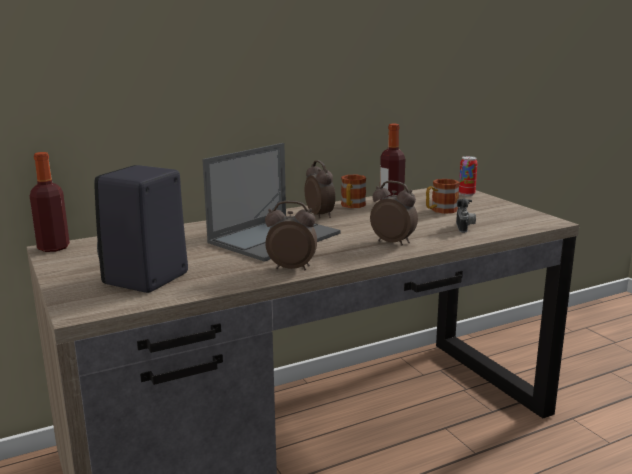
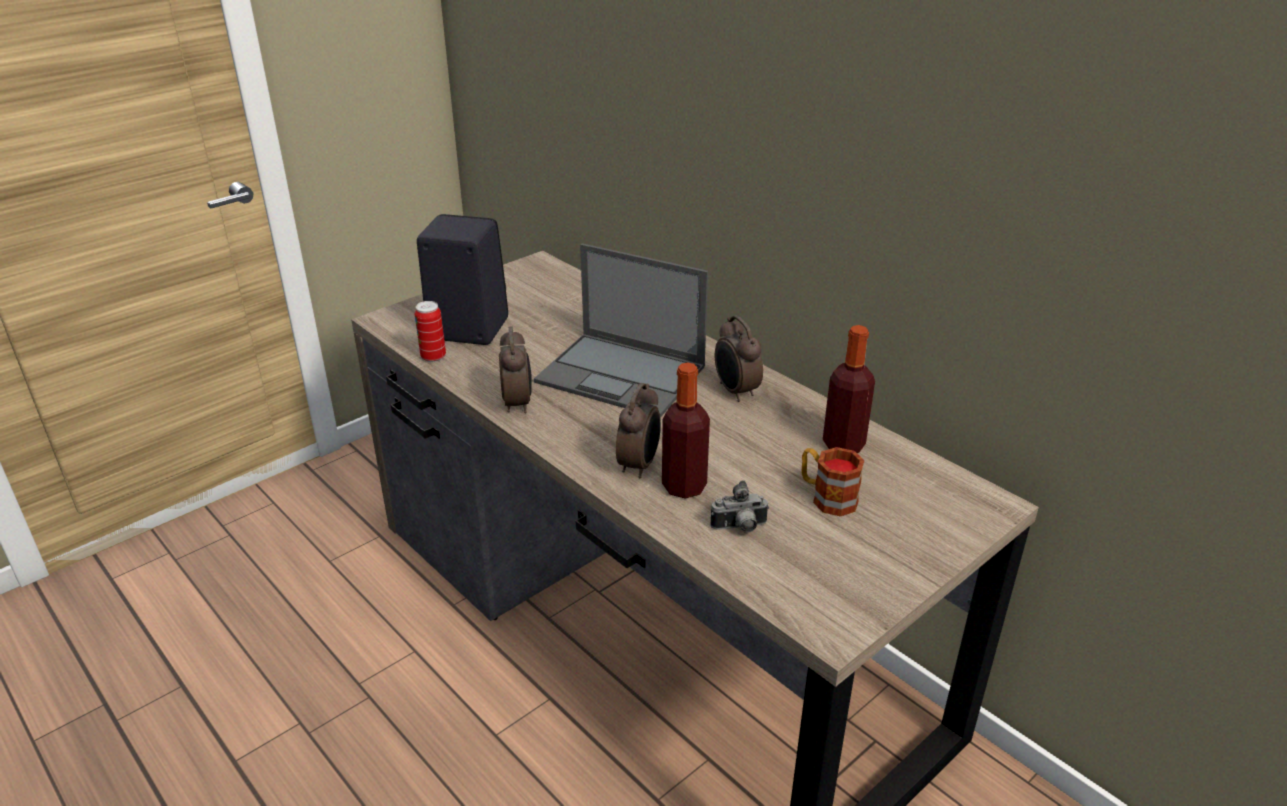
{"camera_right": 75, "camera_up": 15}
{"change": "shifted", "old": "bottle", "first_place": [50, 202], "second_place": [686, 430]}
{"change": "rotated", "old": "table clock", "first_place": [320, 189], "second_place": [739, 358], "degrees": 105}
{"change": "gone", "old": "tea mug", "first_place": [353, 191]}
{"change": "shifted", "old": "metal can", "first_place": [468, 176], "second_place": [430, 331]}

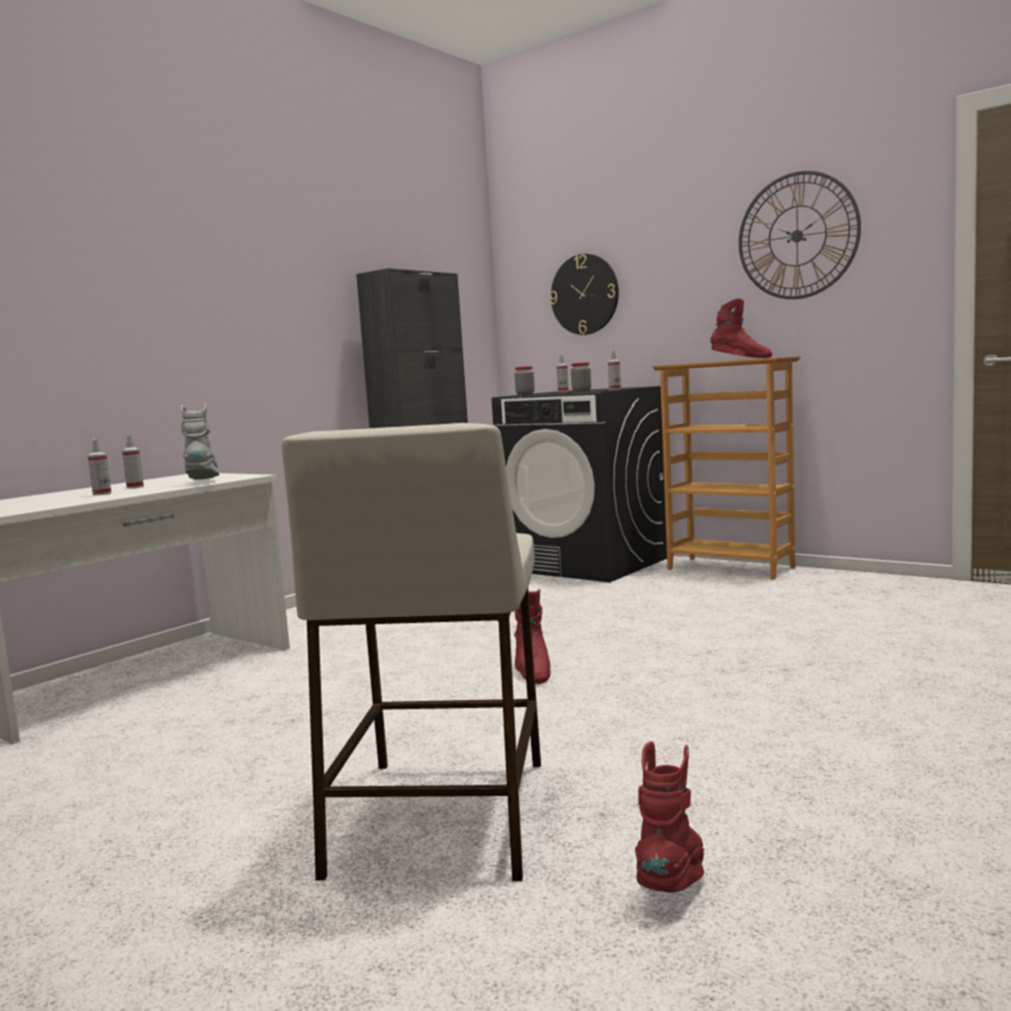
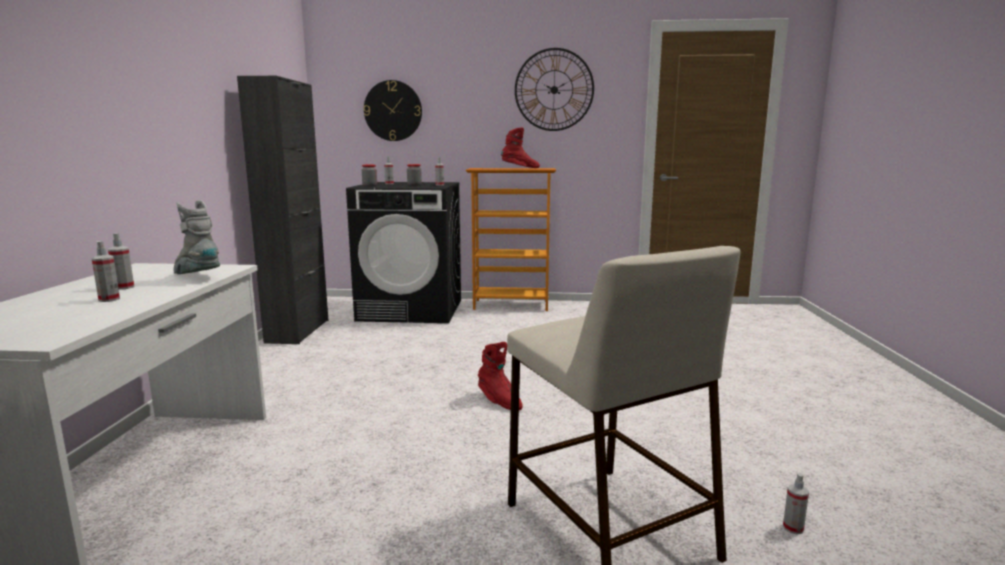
{"camera_right": -35, "camera_up": 5}
{"change": "swapped", "old": "red high-top boot", "new": "spray bottle", "first_place": [669, 817], "second_place": [796, 503]}

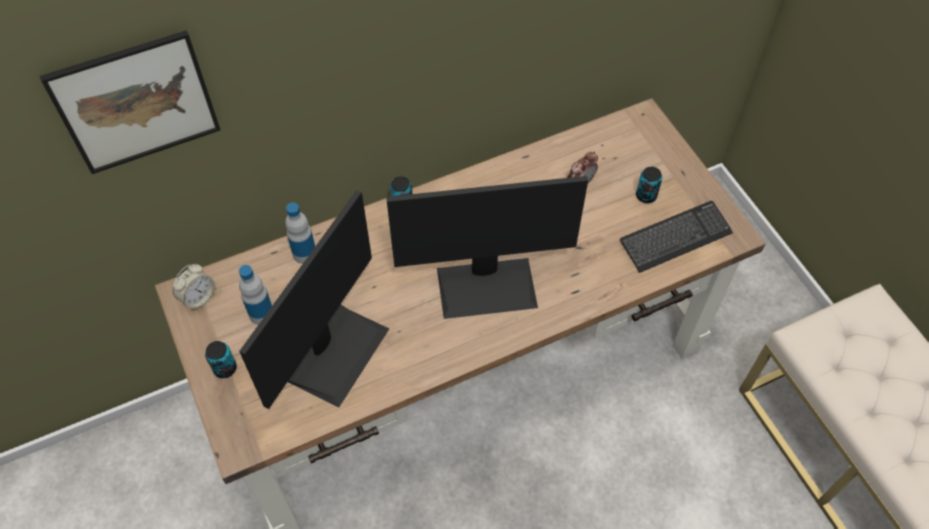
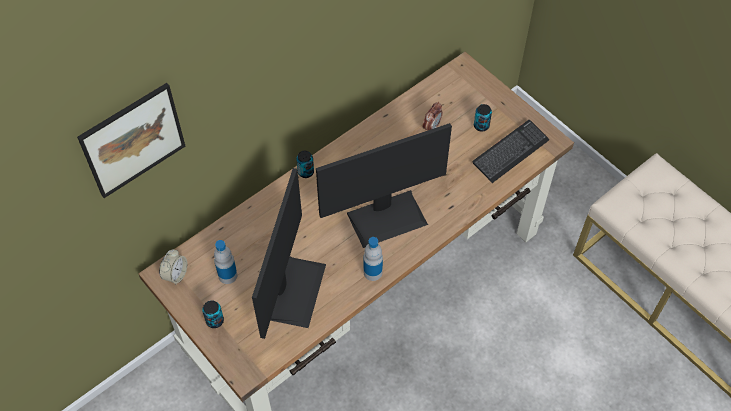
{"camera_right": -15, "camera_up": 0}
{"change": "shifted", "old": "bottle", "first_place": [300, 233], "second_place": [373, 259]}

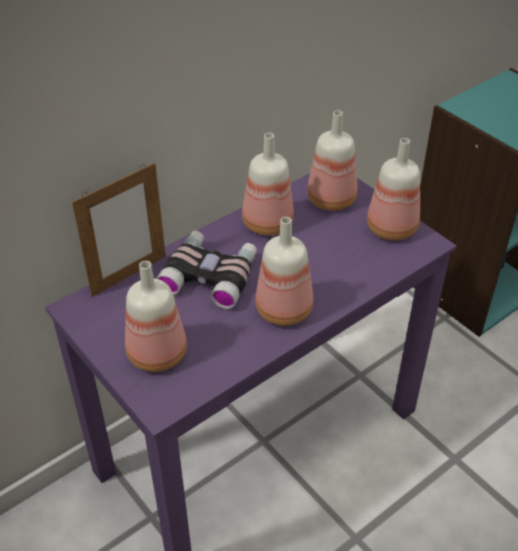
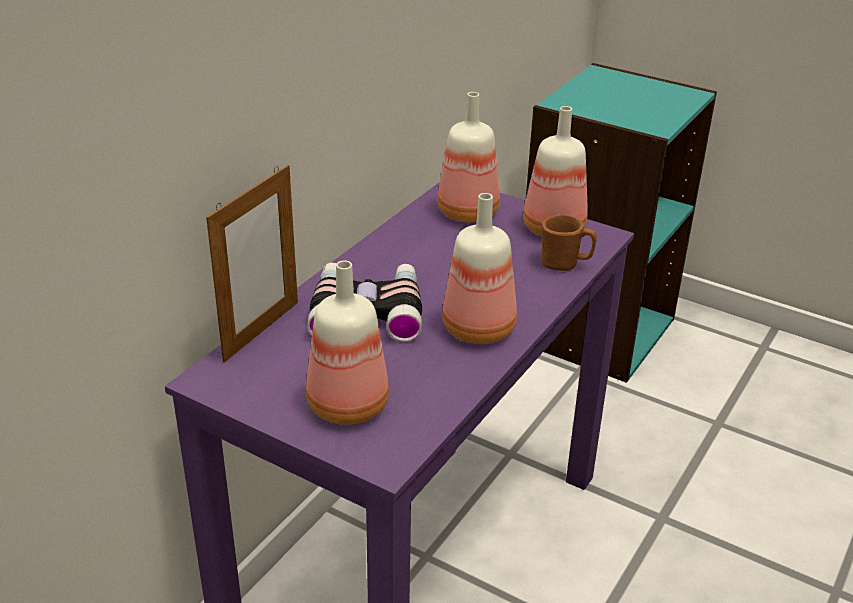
{"camera_right": -20, "camera_up": -10}
{"change": "gone", "old": "bottle", "first_place": [268, 184]}
{"change": "new", "new": "brown-coloured tea mug", "second_place": [569, 242]}

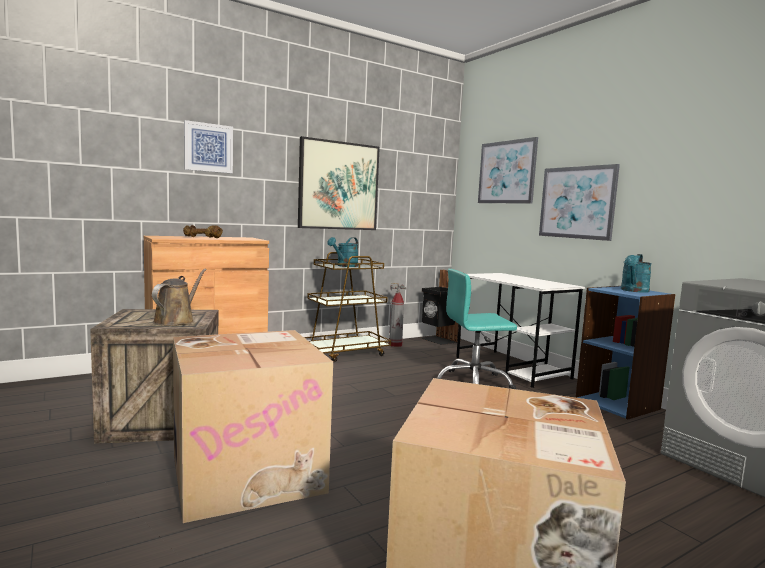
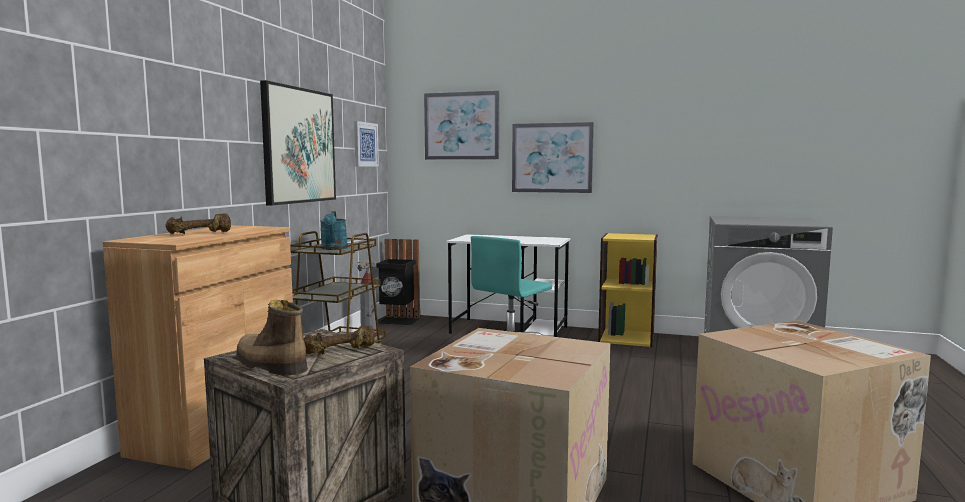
{"camera_right": -40, "camera_up": 0}
{"change": "swapped", "old": "brown-coloured watering pot", "new": "brown-coloured free weight", "first_place": [179, 297], "second_place": [339, 339]}
{"change": "shifted", "old": "wall art", "first_place": [208, 147], "second_place": [366, 144]}
{"change": "repainted", "old": "blue-coloured shelving unit", "new": "yellow shelving unit", "first_place": [625, 352], "second_place": [628, 290]}
{"change": "gone", "old": "turquoise-coloured watering pot", "first_place": [636, 273]}
{"change": "new", "new": "high-top boot", "second_place": [272, 338]}

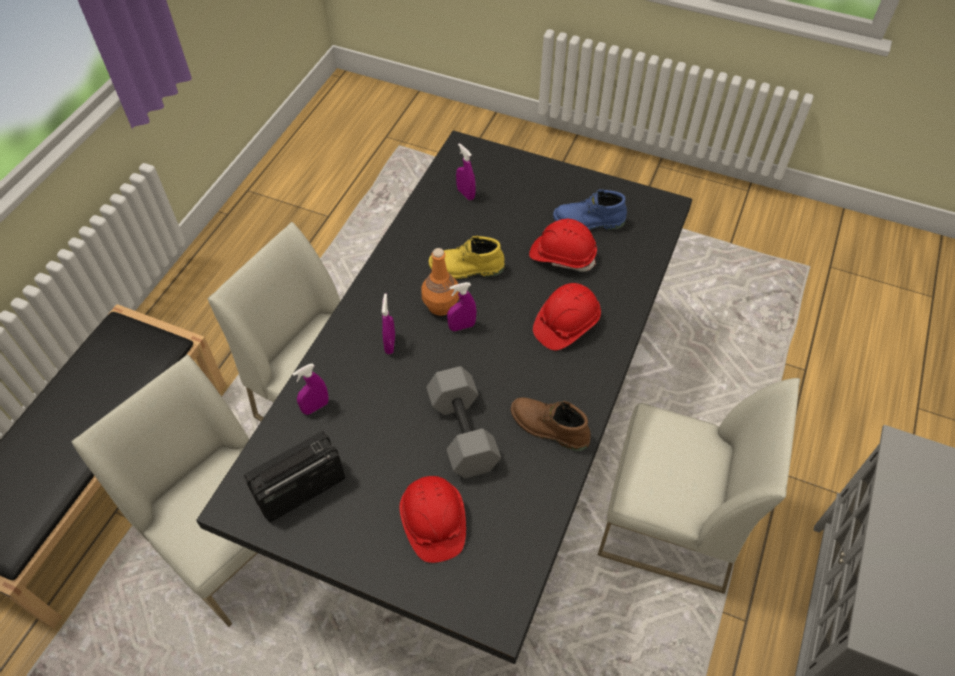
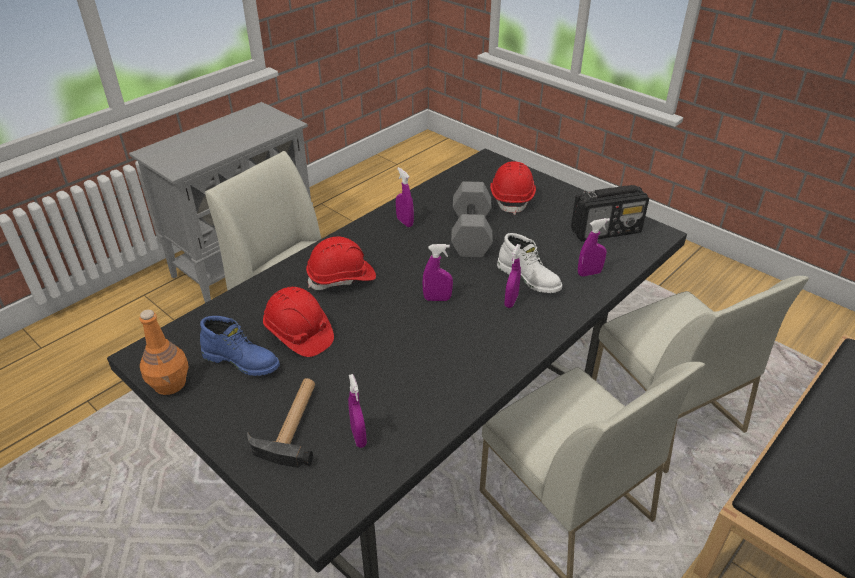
{"camera_right": -160, "camera_up": -15}
{"change": "shifted", "old": "orangey bottle", "first_place": [440, 282], "second_place": [164, 352]}
{"change": "gone", "old": "yellow high-top boot", "first_place": [466, 257]}
{"change": "swapped", "old": "brown-coloured high-top boot", "new": "purple spray bottle", "first_place": [550, 424], "second_place": [405, 197]}
{"change": "new", "new": "tool hammer", "second_place": [281, 423]}
{"change": "new", "new": "white high-top boot", "second_place": [529, 263]}

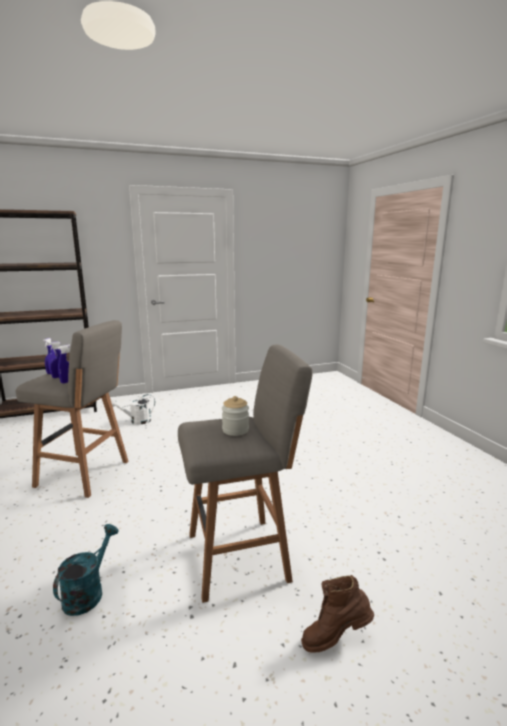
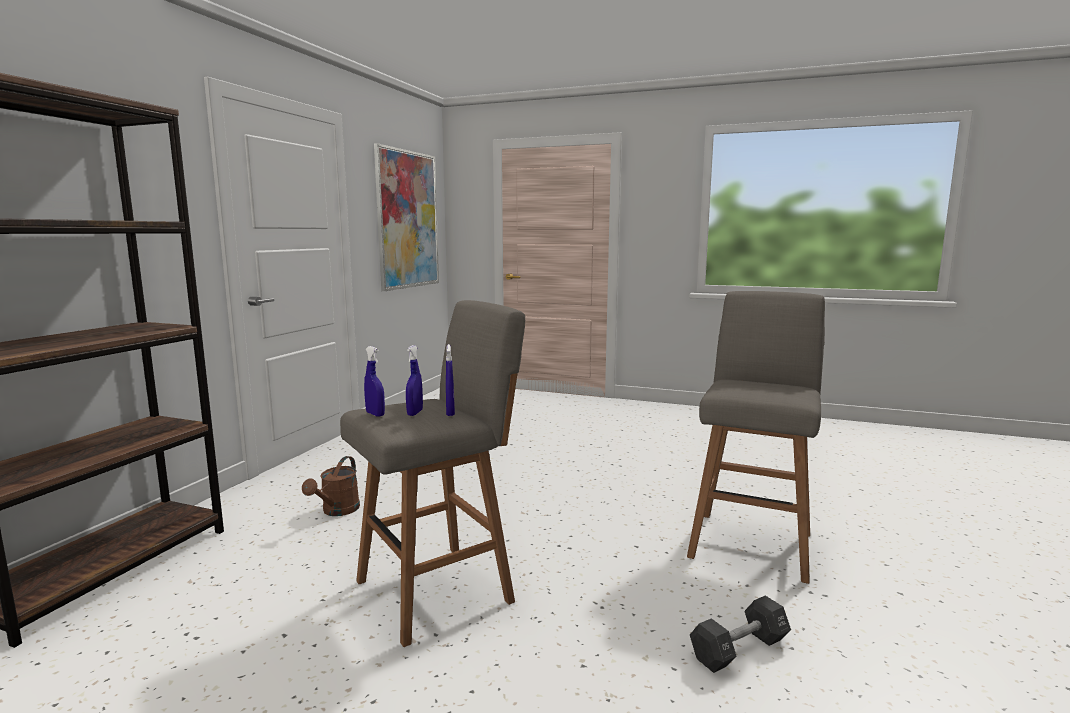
{"camera_right": -50, "camera_up": -5}
{"change": "swapped", "old": "turquoise-coloured watering pot", "new": "blackish free weight", "first_place": [86, 570], "second_place": [740, 634]}
{"change": "repainted", "old": "white watering pot", "new": "brown-coloured watering pot", "first_place": [133, 409], "second_place": [331, 486]}
{"change": "gone", "old": "storage jar", "first_place": [235, 416]}
{"change": "gone", "old": "brown-coloured high-top boot", "first_place": [337, 614]}
{"change": "new", "new": "wall art", "second_place": [406, 217]}

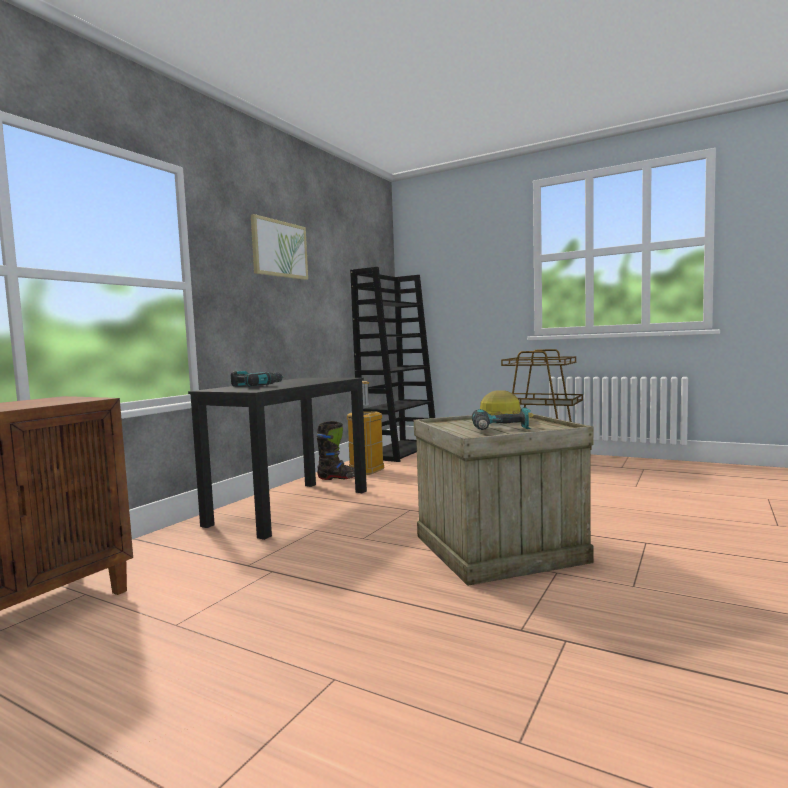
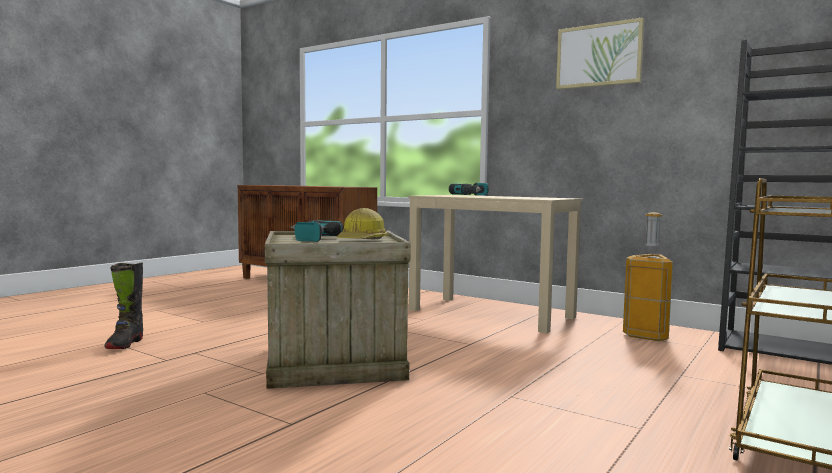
{"camera_right": 95, "camera_up": 0}
{"change": "repainted", "old": "blackish desk", "new": "sand-coloured desk", "first_place": [277, 459], "second_place": [495, 264]}
{"change": "shifted", "old": "blackish high-top boot", "first_place": [336, 450], "second_place": [124, 306]}

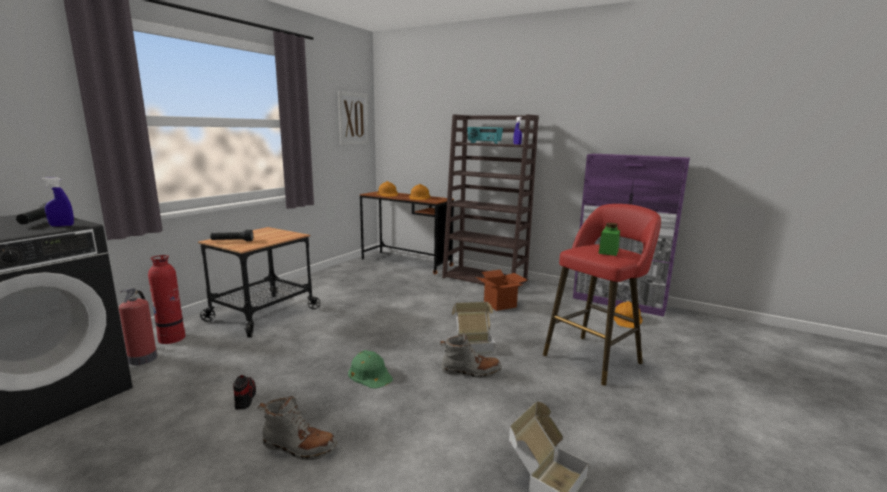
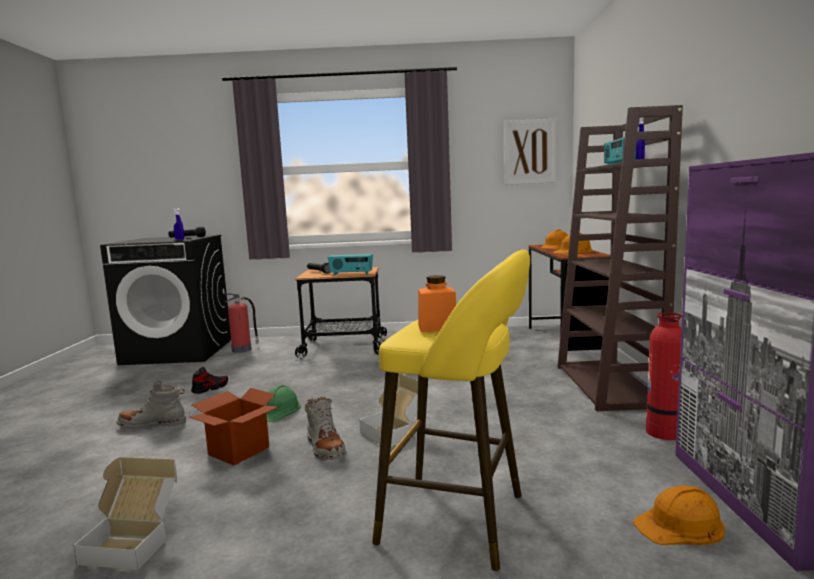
{"camera_right": 60, "camera_up": -5}
{"change": "shifted", "old": "fire extinguisher", "first_place": [167, 299], "second_place": [664, 376]}
{"change": "rotated", "old": "gray high-top boot", "first_place": [298, 428], "second_place": [151, 405], "degrees": 105}
{"change": "shifted", "old": "packing box", "first_place": [501, 290], "second_place": [234, 427]}
{"change": "repainted", "old": "red sitting stool", "new": "yellow sitting stool", "first_place": [602, 295], "second_place": [451, 410]}
{"change": "repainted", "old": "green storage jar", "new": "orangey storage jar", "first_place": [609, 239], "second_place": [437, 303]}
{"change": "new", "new": "radio", "second_place": [350, 264]}

